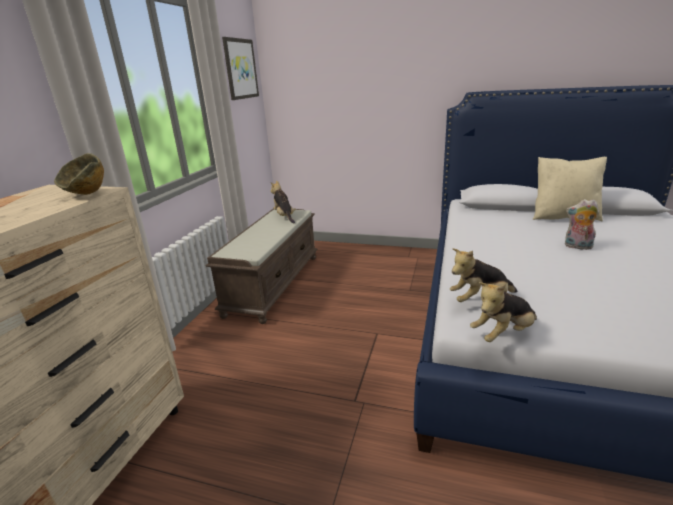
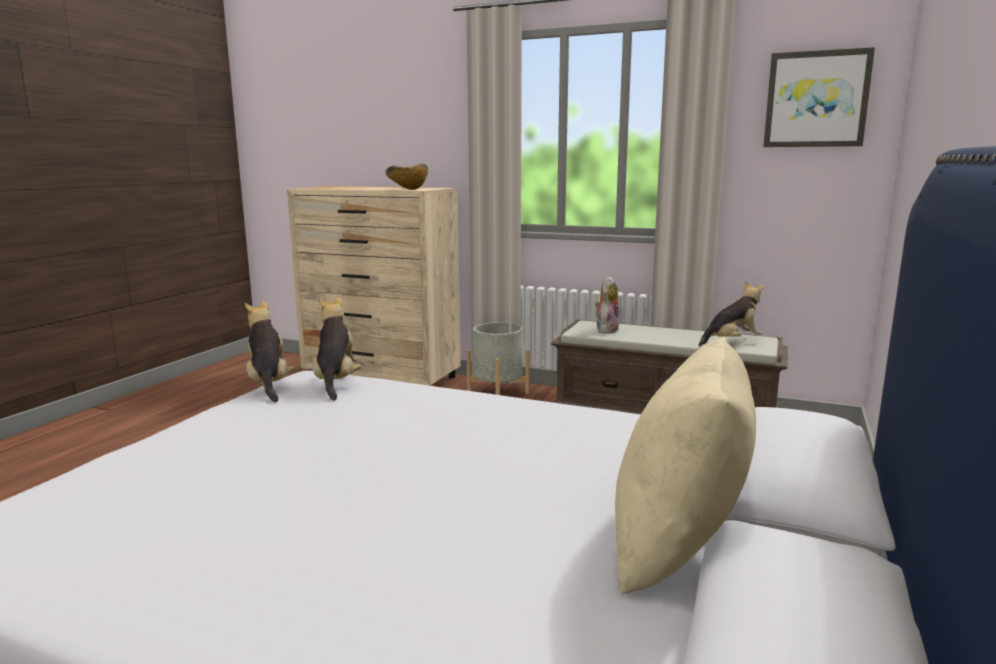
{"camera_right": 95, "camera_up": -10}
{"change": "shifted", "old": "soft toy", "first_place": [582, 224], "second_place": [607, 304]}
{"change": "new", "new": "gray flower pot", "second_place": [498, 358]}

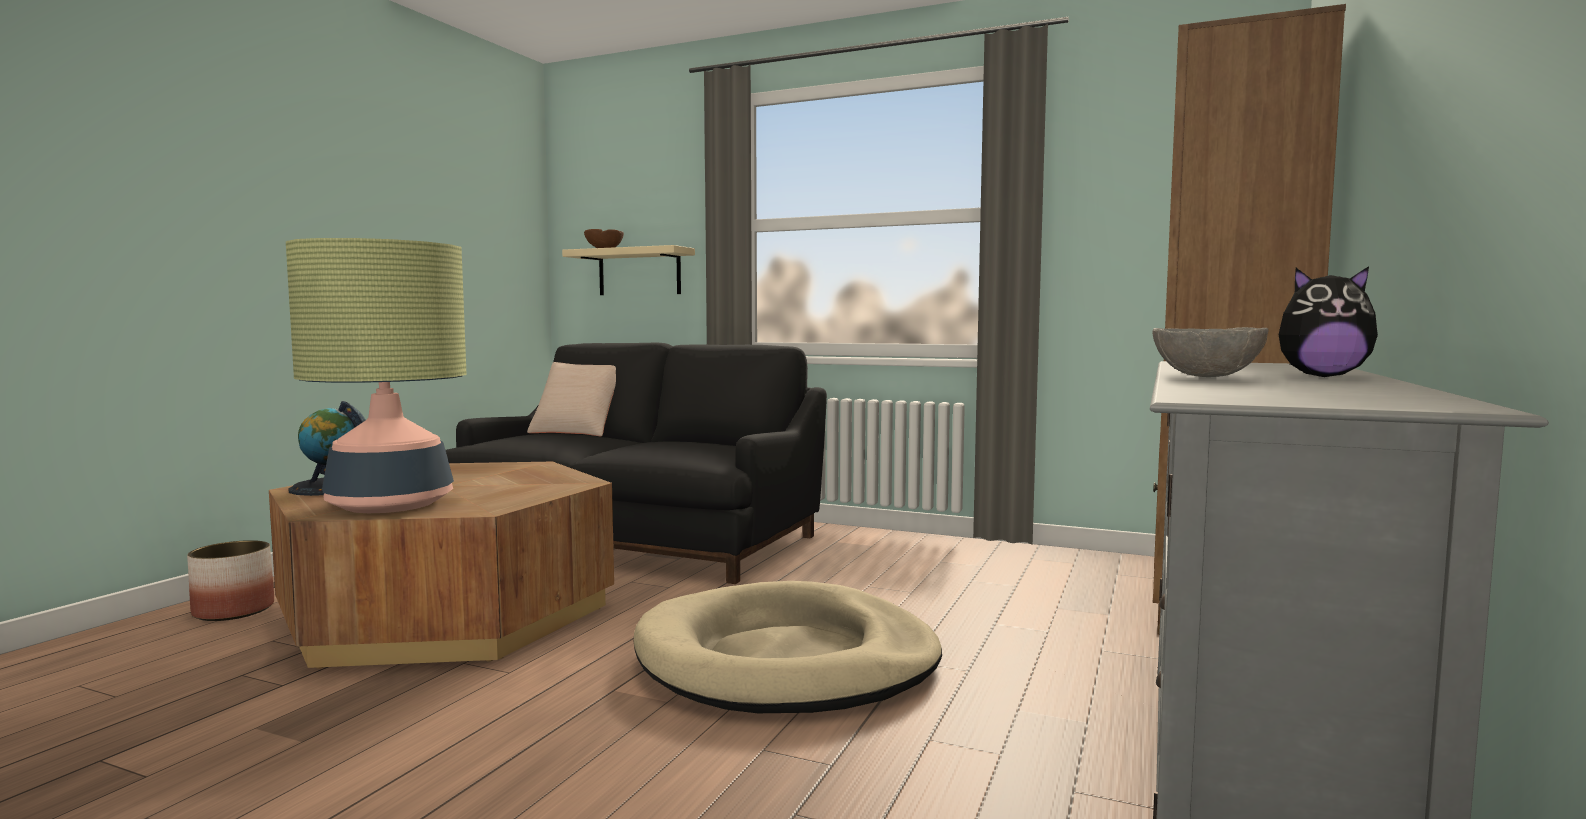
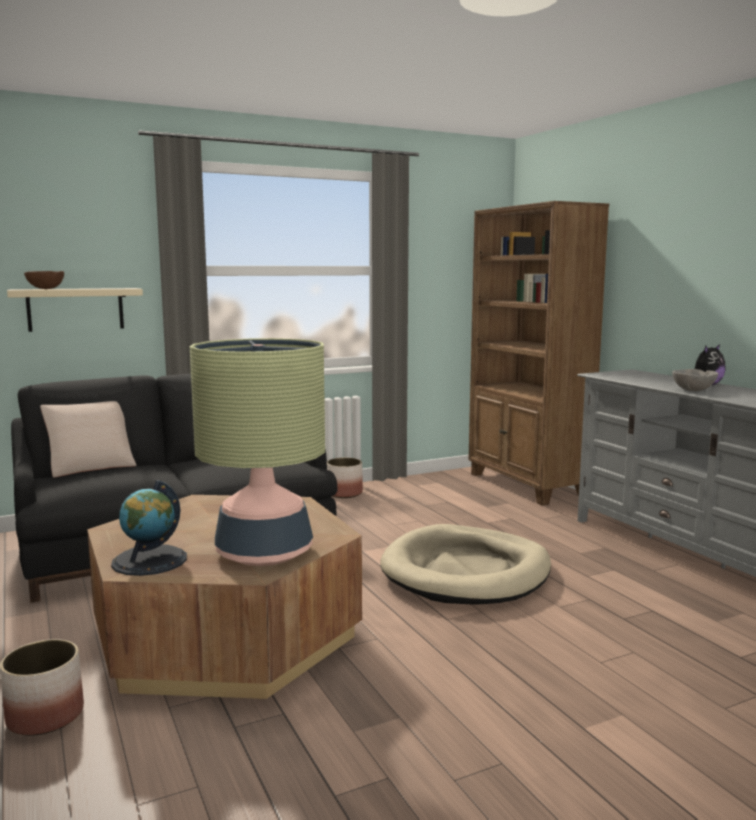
{"camera_right": -50, "camera_up": 5}
{"change": "new", "new": "flower pot", "second_place": [345, 478]}

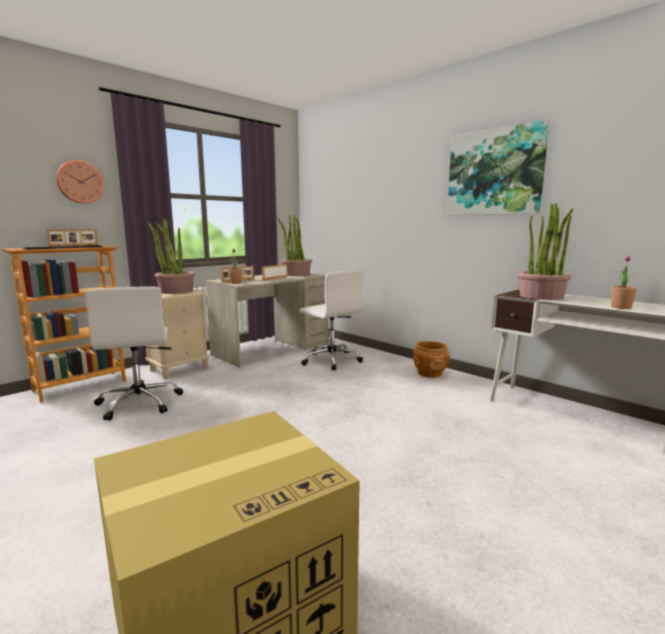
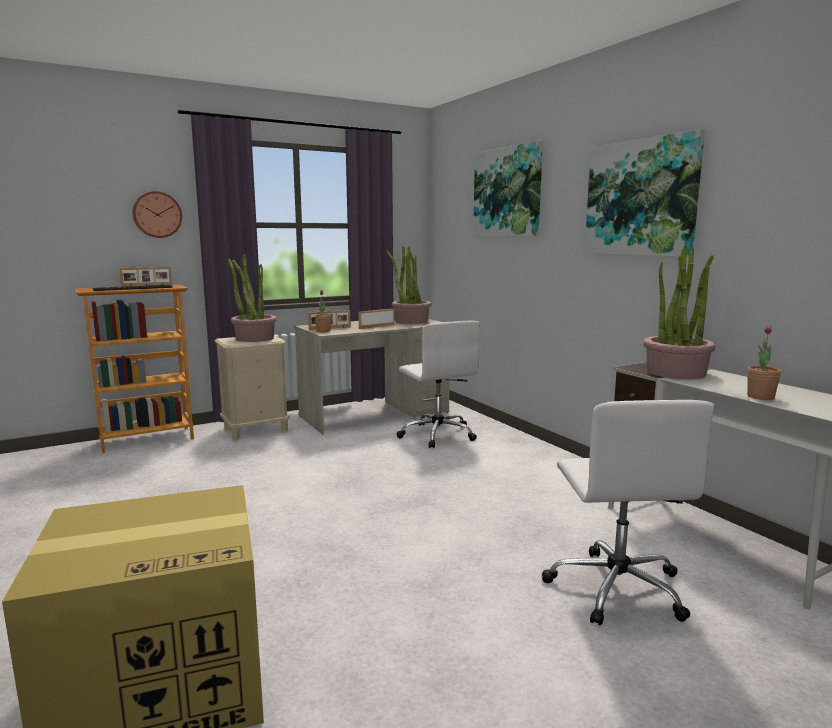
{"camera_right": 15, "camera_up": 0}
{"change": "shifted", "old": "white desk chair", "first_place": [133, 353], "second_place": [628, 513]}
{"change": "gone", "old": "brown-coloured flower pot", "first_place": [431, 359]}
{"change": "new", "new": "wall art", "second_place": [508, 189]}

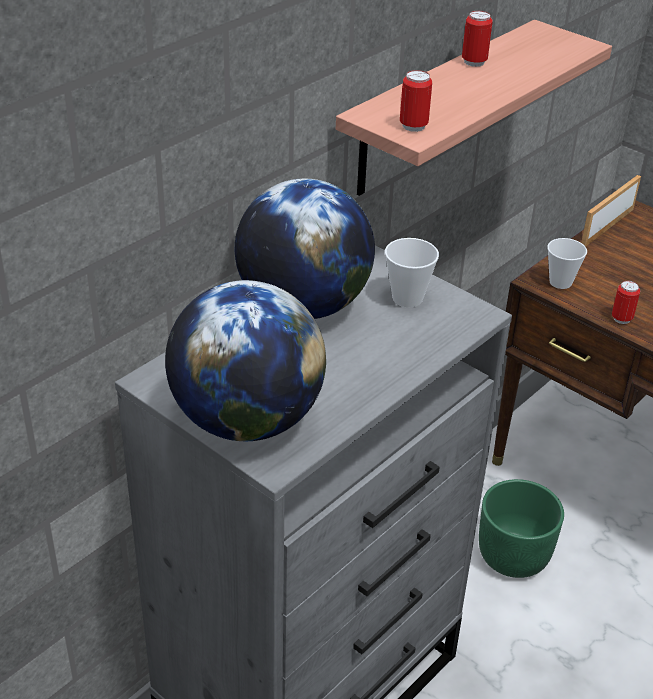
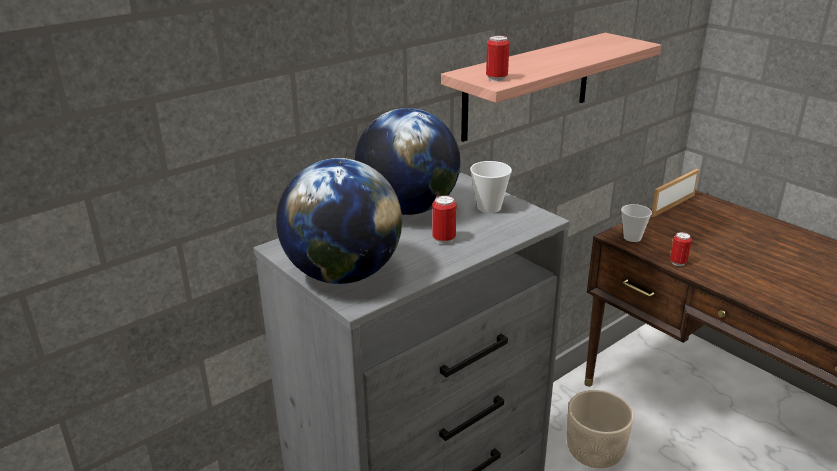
{"camera_right": 10, "camera_up": -10}
{"change": "shifted", "old": "metal can", "first_place": [477, 39], "second_place": [444, 219]}
{"change": "repainted", "old": "green flower pot", "new": "sand-coloured flower pot", "first_place": [521, 528], "second_place": [600, 429]}

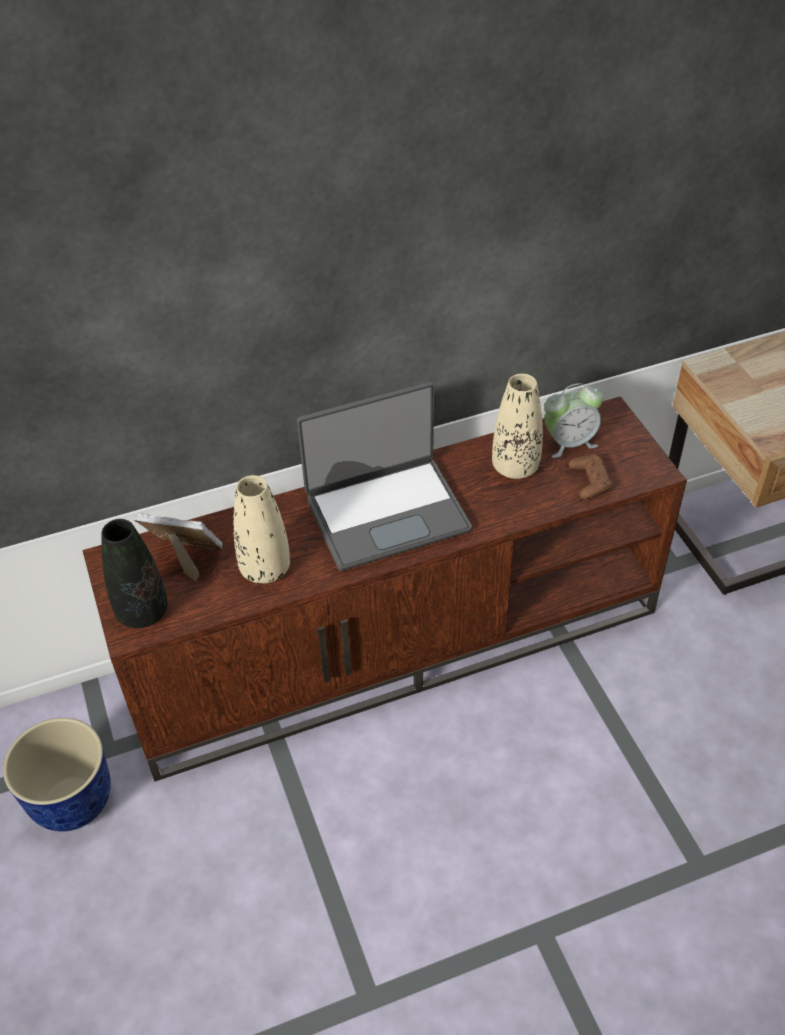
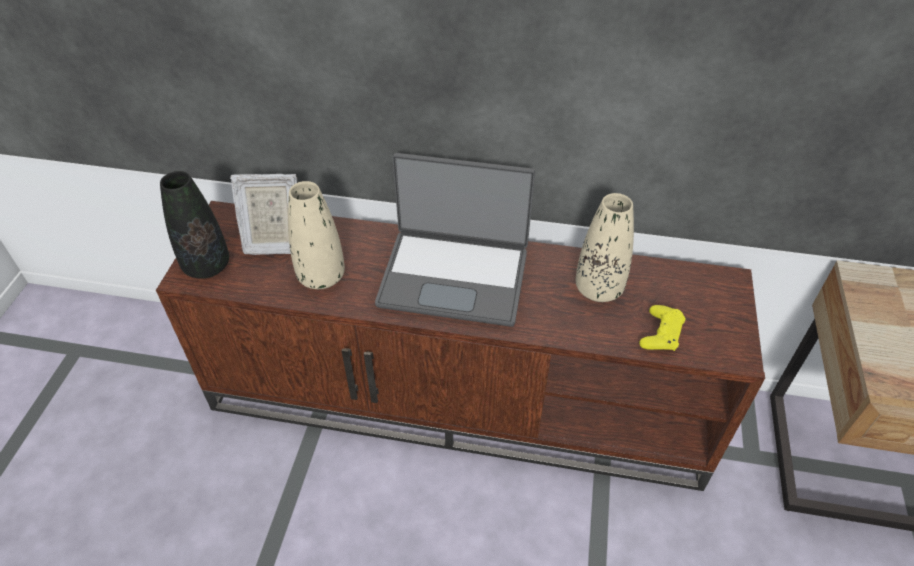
{"camera_right": 30, "camera_up": 0}
{"change": "gone", "old": "flower pot", "first_place": [57, 774]}
{"change": "rotated", "old": "photo frame", "first_place": [178, 547], "second_place": [263, 214], "degrees": 135}
{"change": "gone", "old": "table clock", "first_place": [574, 420]}
{"change": "repainted", "old": "brown-coloured gamepad", "new": "yellow gamepad", "first_place": [590, 476], "second_place": [662, 328]}

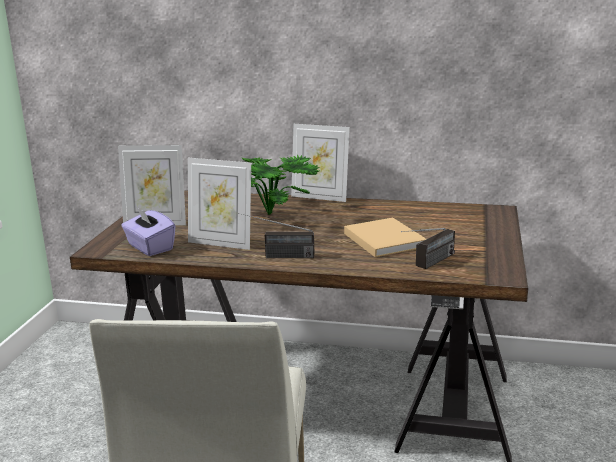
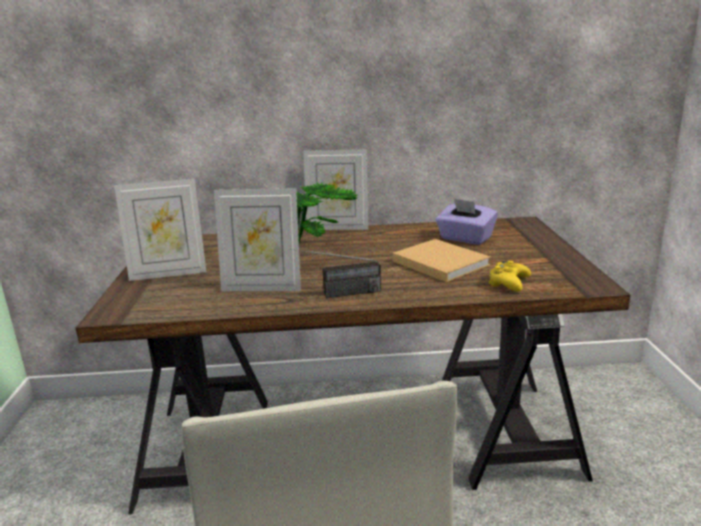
{"camera_right": -15, "camera_up": 0}
{"change": "shifted", "old": "purple tissue box", "first_place": [148, 231], "second_place": [467, 221]}
{"change": "swapped", "old": "radio", "new": "yellow gamepad", "first_place": [428, 248], "second_place": [509, 276]}

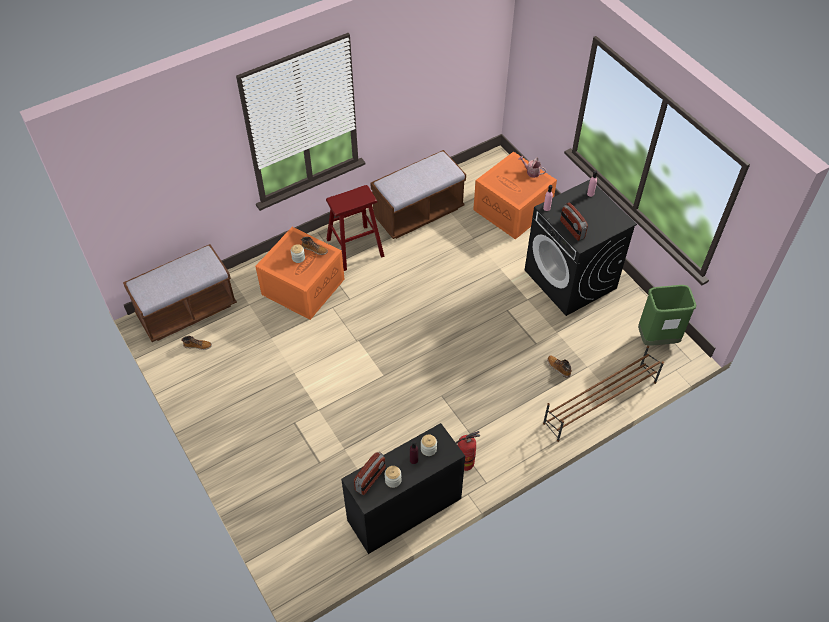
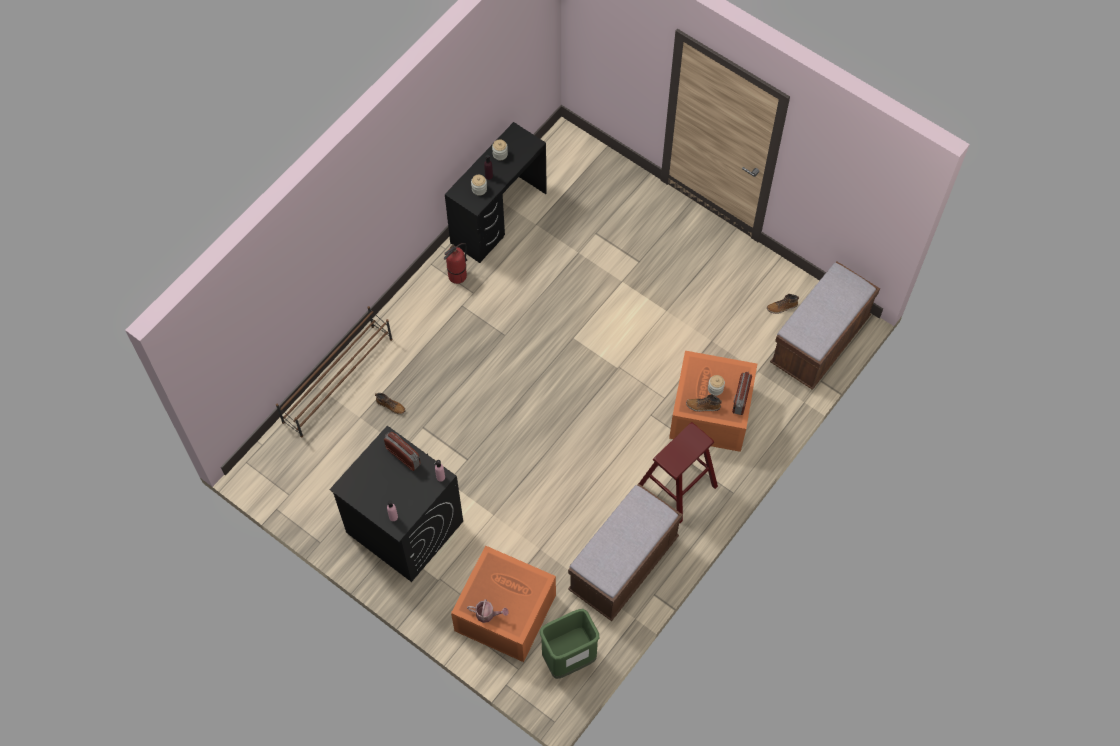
{"camera_right": 160, "camera_up": 10}
{"change": "shifted", "old": "radio", "first_place": [370, 473], "second_place": [742, 393]}
{"change": "shifted", "old": "green trash can", "first_place": [667, 315], "second_place": [569, 644]}

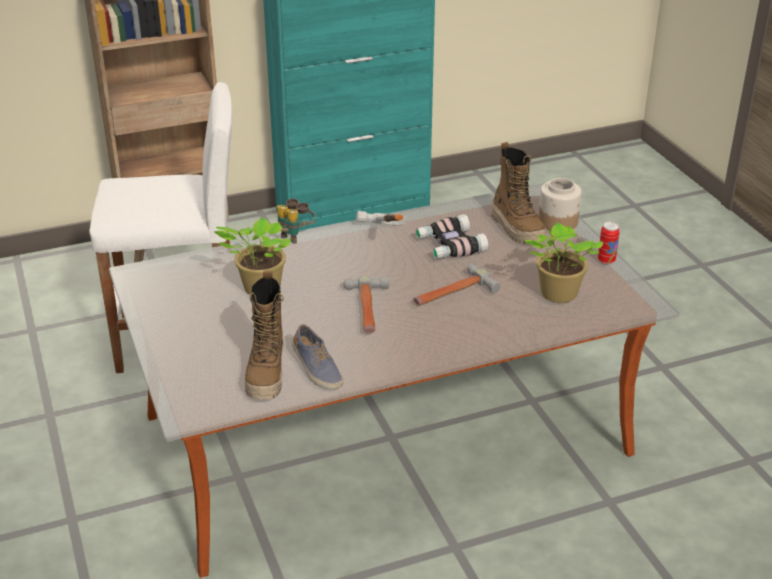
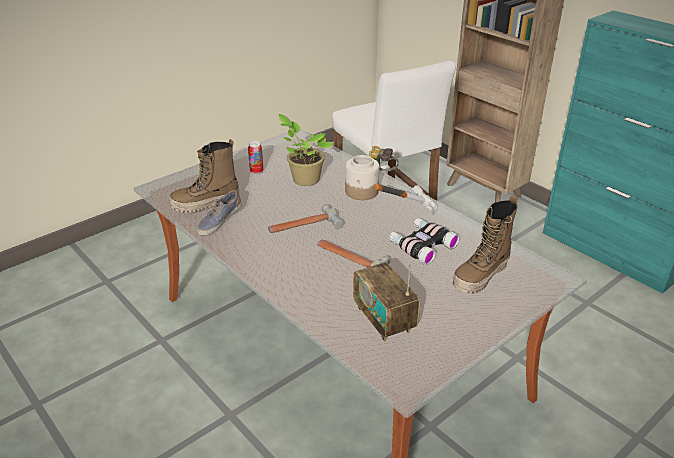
{"camera_right": 70, "camera_up": 0}
{"change": "swapped", "old": "plant in a pot", "new": "radio", "first_place": [564, 263], "second_place": [386, 301]}
{"change": "shifted", "old": "storage jar", "first_place": [559, 204], "second_place": [362, 177]}
{"change": "shifted", "old": "metal can", "first_place": [609, 243], "second_place": [255, 157]}

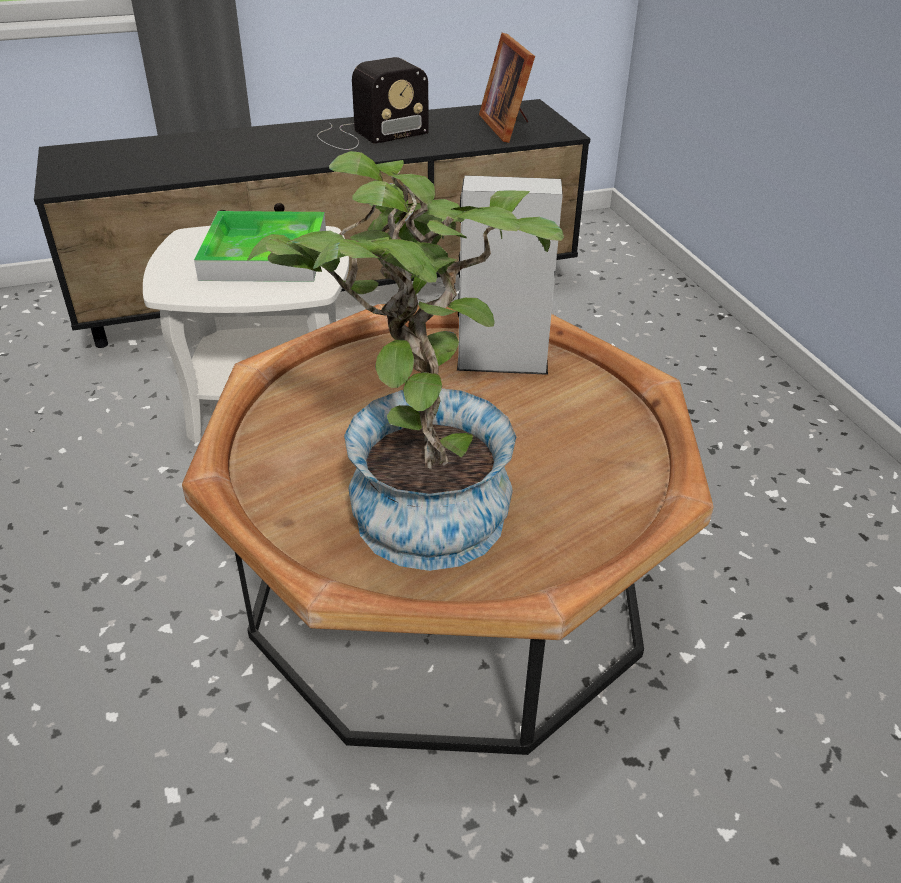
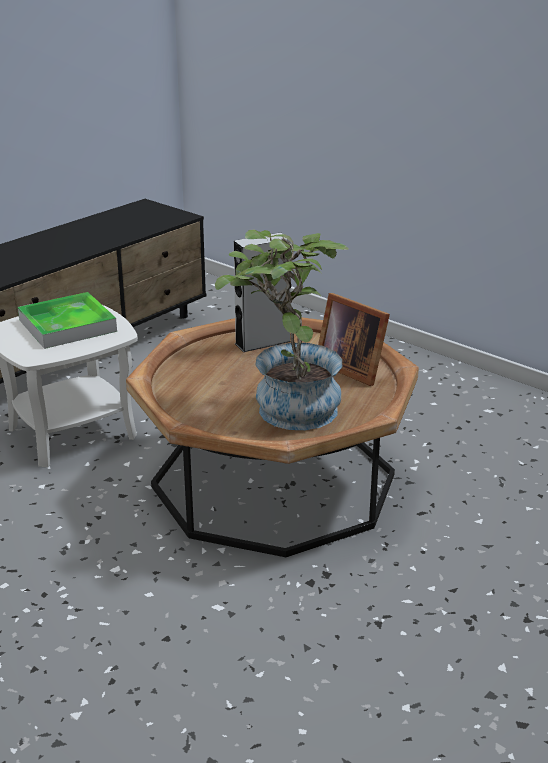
{"camera_right": -30, "camera_up": -10}
{"change": "gone", "old": "radio", "first_place": [373, 103]}
{"change": "shifted", "old": "photo frame", "first_place": [507, 88], "second_place": [354, 339]}

